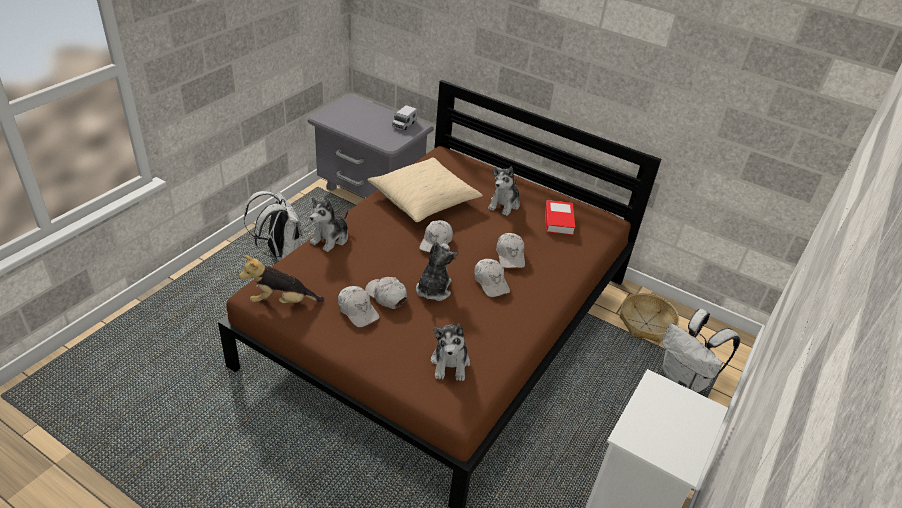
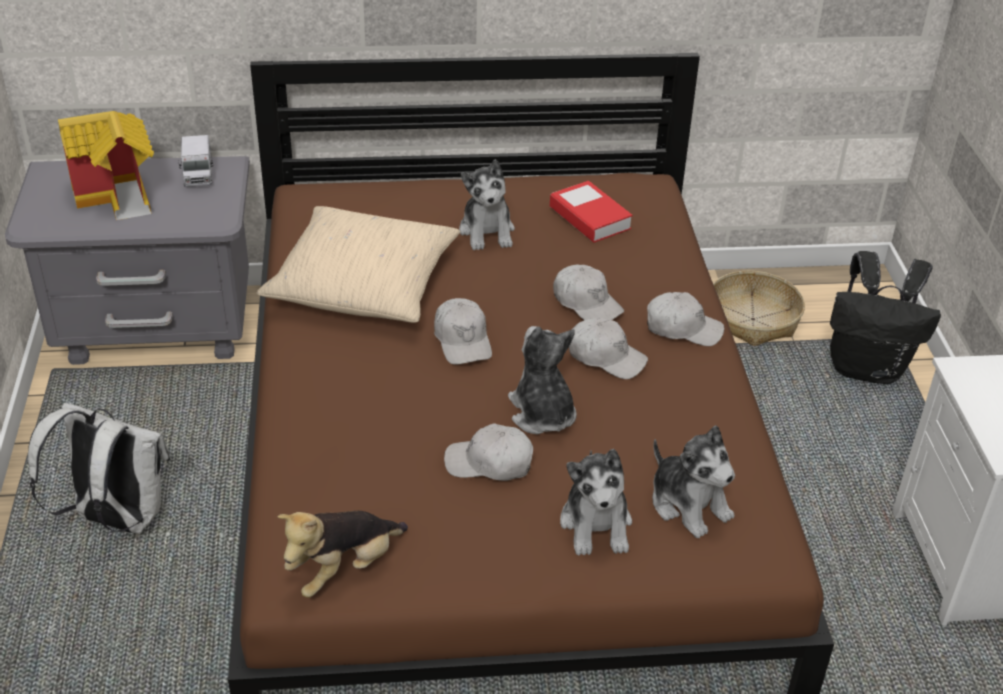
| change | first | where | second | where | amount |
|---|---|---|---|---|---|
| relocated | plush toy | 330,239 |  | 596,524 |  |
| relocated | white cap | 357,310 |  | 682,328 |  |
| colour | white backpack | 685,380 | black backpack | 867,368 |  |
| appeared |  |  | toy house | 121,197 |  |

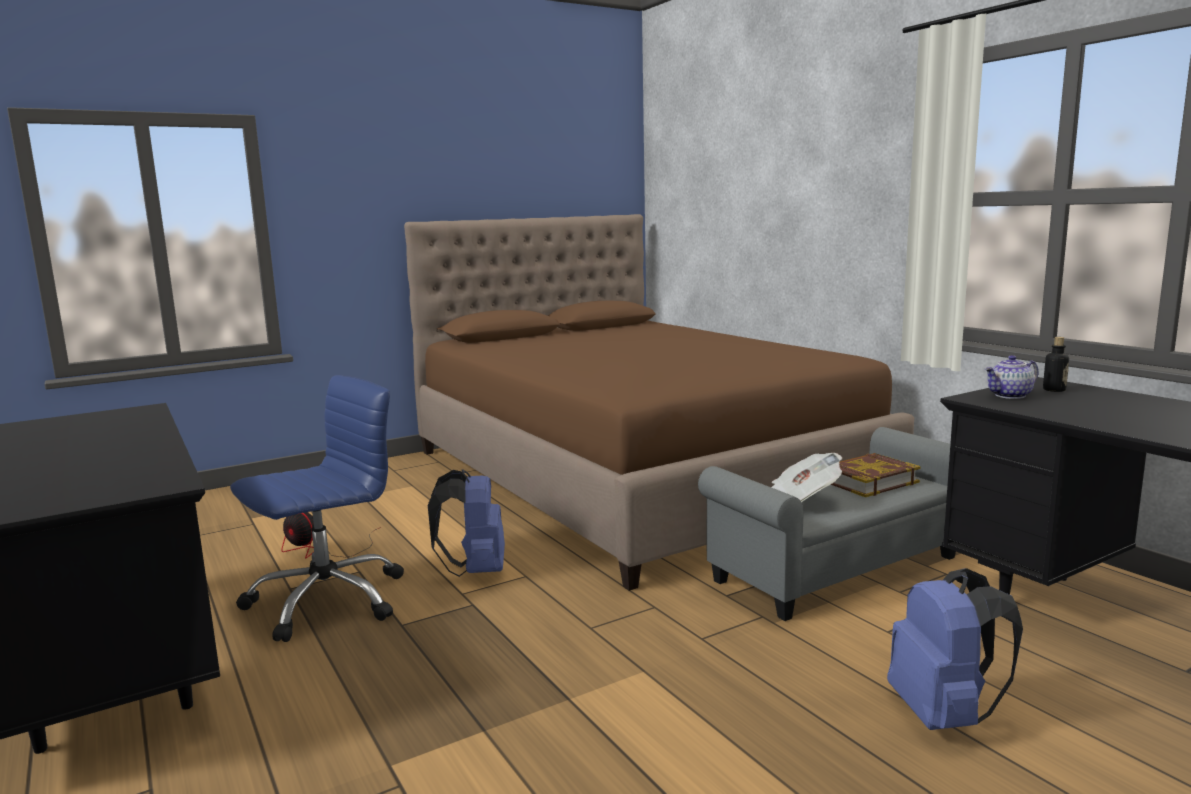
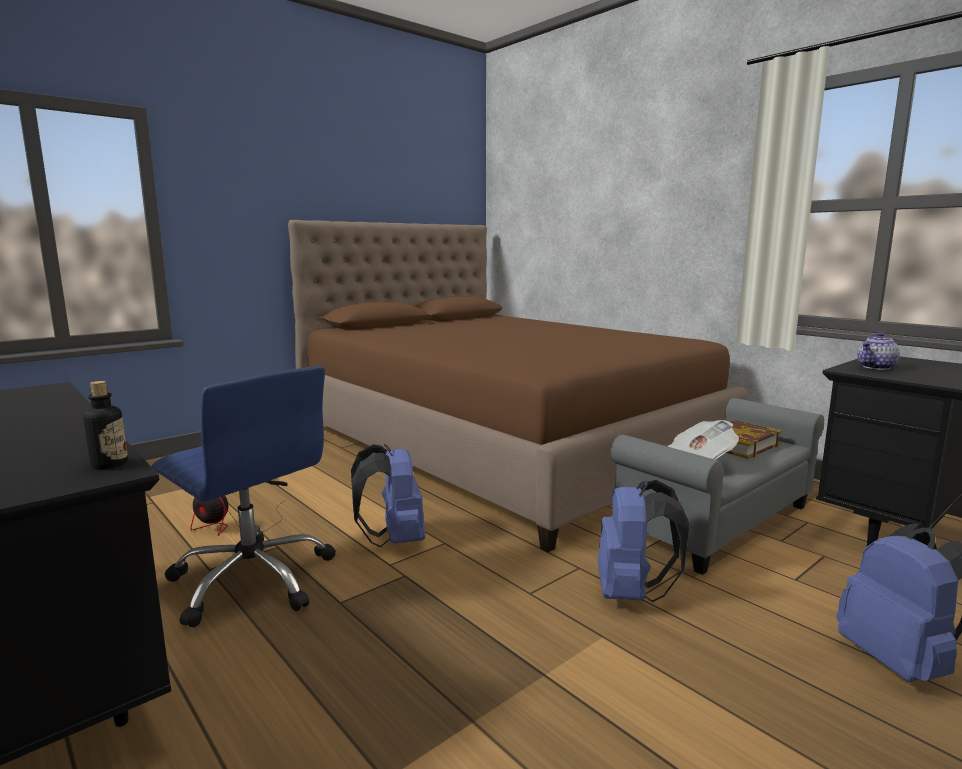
| change | first | where | second | where | amount |
|---|---|---|---|---|---|
| relocated | bottle | 1054,390 |  | 109,464 |  |
| spun | blue office chair | 327,600 |  | 253,580 | 90 degrees clockwise |
| appeared |  |  | blue backpack | 632,593 |  |

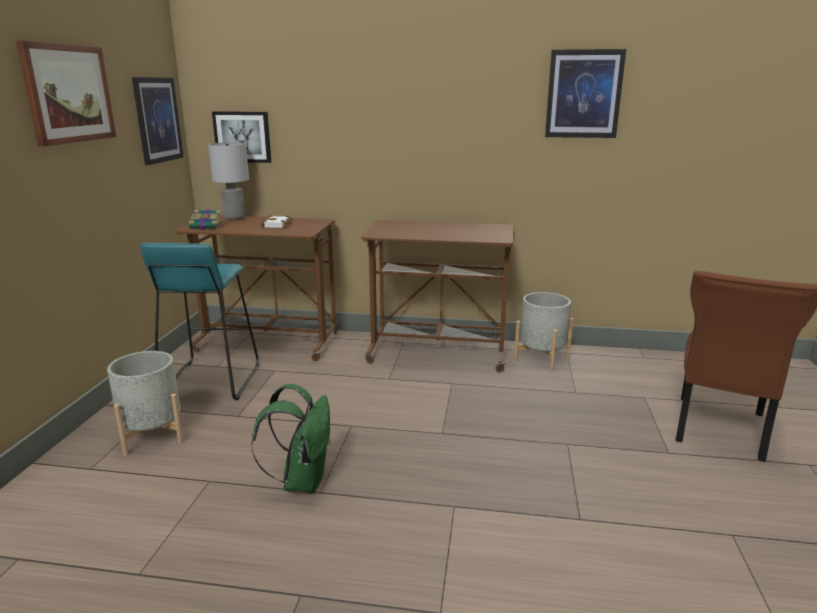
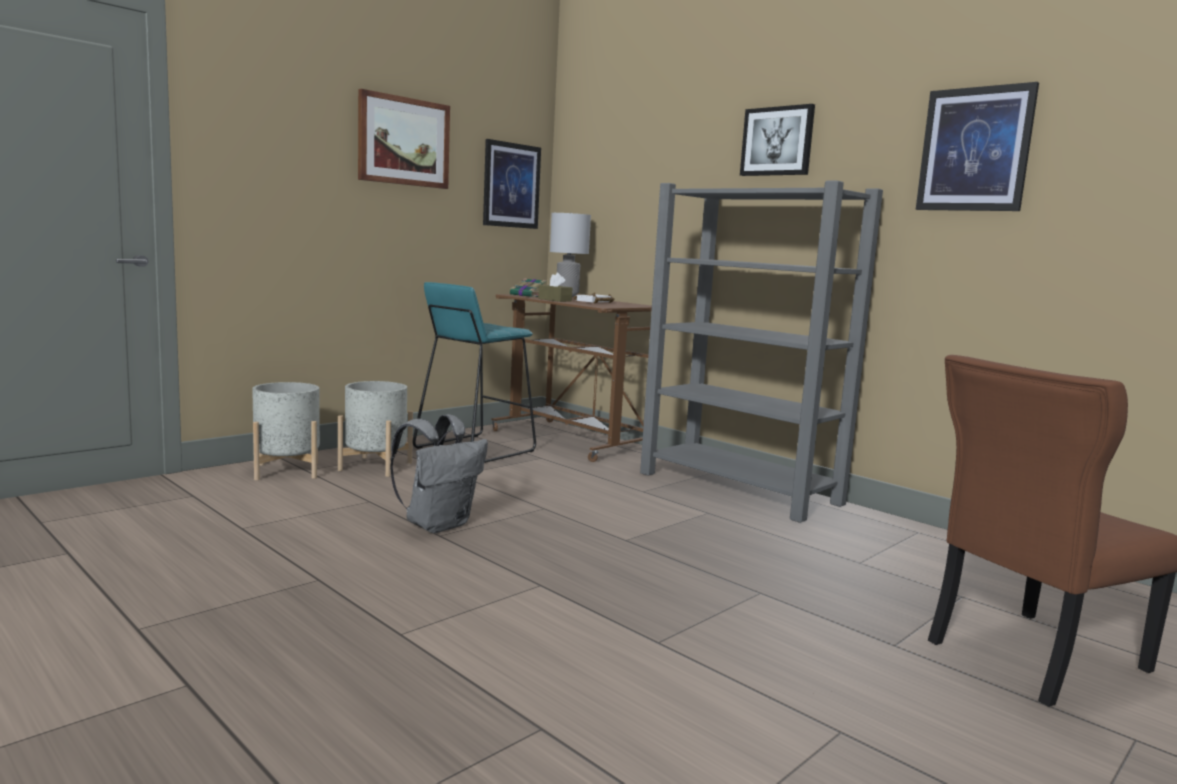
| change | first | where | second | where | amount |
|---|---|---|---|---|---|
| relocated | picture | 242,137 |  | 777,141 |  |
| exchanged | brown desk | 438,351 | grey bookcase | 739,488 |  |
| relocated | grey planter | 541,358 |  | 287,471 |  |
| colour | green backpack | 302,480 | grey backpack | 438,524 |  |
| appeared |  |  | brown tissue box | 554,300 |  |

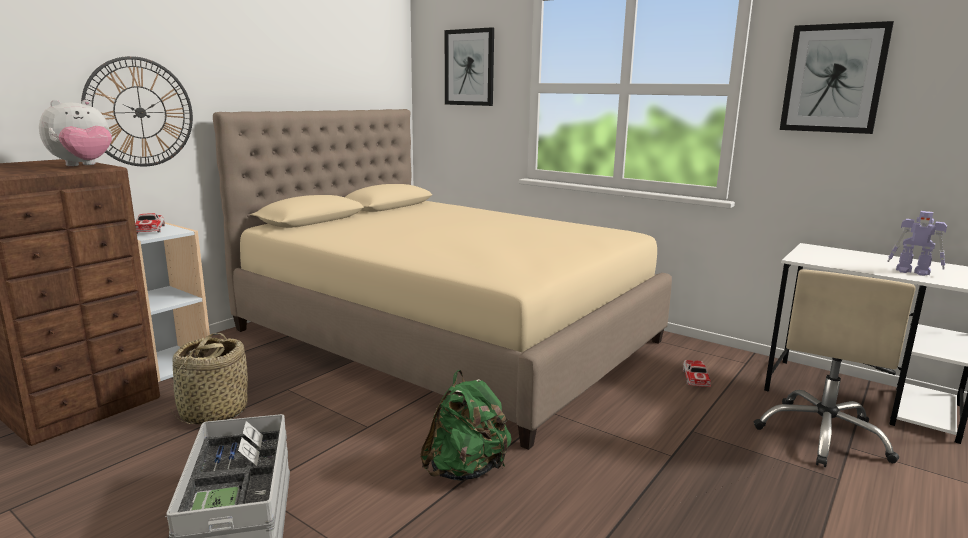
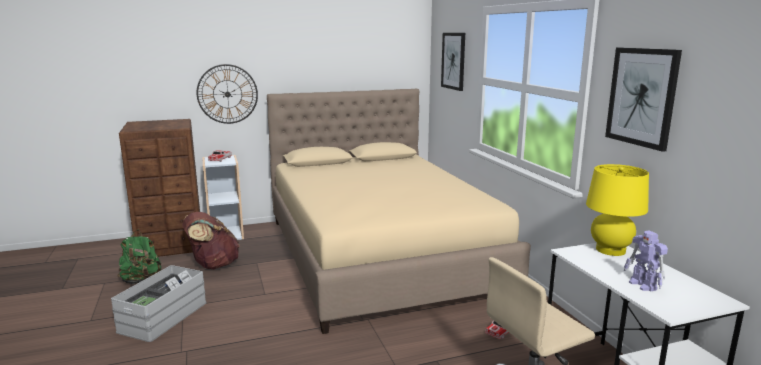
| change | first | where | second | where | amount |
|---|---|---|---|---|---|
| missing | plush toy | 83,166 |  |  |  |
| exchanged | basket | 213,412 | brown backpack | 213,265 |  |
| relocated | green backpack | 466,470 |  | 142,281 |  |
| appeared |  |  | yellow table lamp | 610,250 |  |

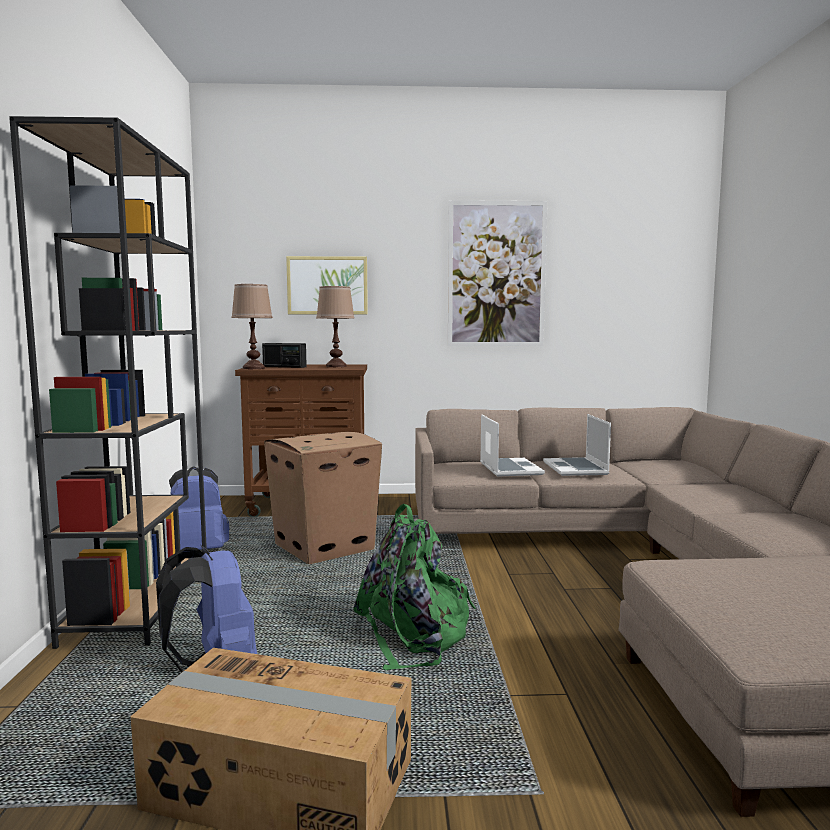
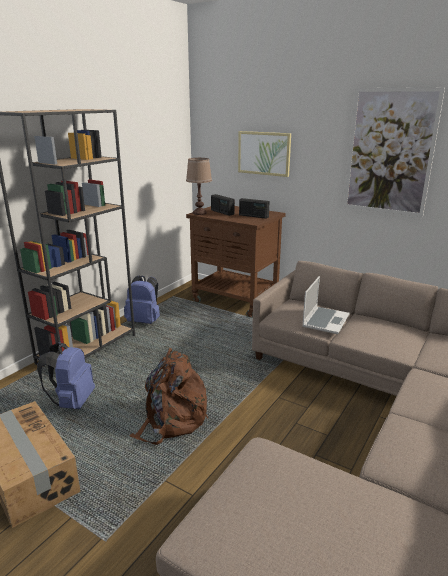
| change | first | where | second | where | amount |
|---|---|---|---|---|---|
| exchanged | brown table lamp | 336,366 | radio | 253,216 |  |
| missing | laptop | 576,468 |  |  |  |
| missing | cardboard box | 325,547 |  |  |  |
| colour | green backpack | 414,634 | brown backpack | 172,419 |  |

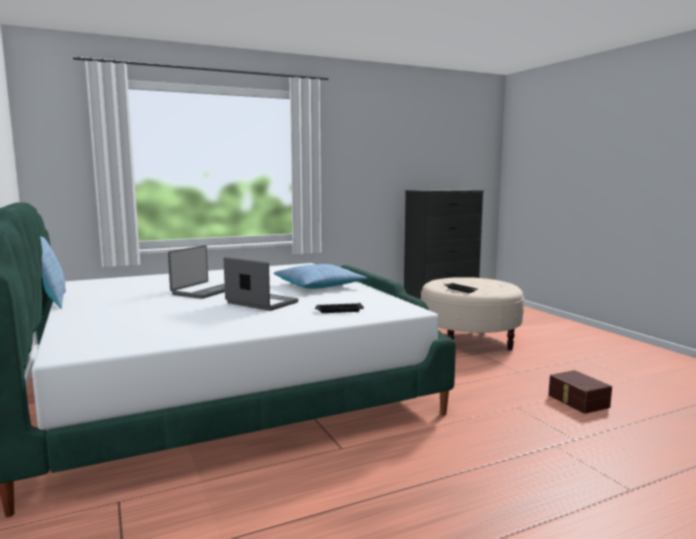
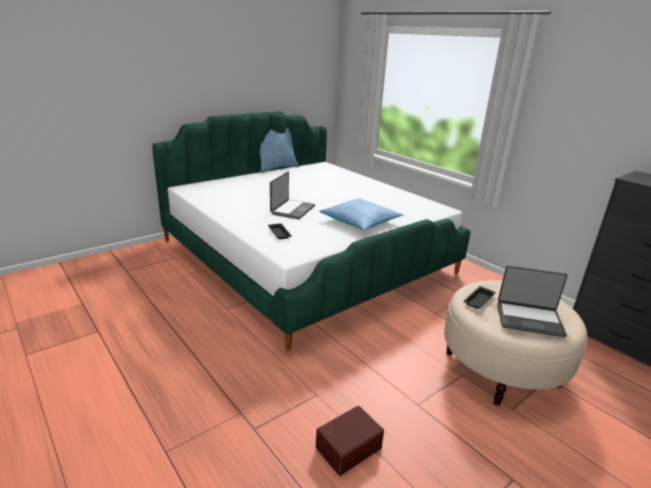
| change | first | where | second | where | amount |
|---|---|---|---|---|---|
| relocated | laptop | 203,291 |  | 529,319 |  |

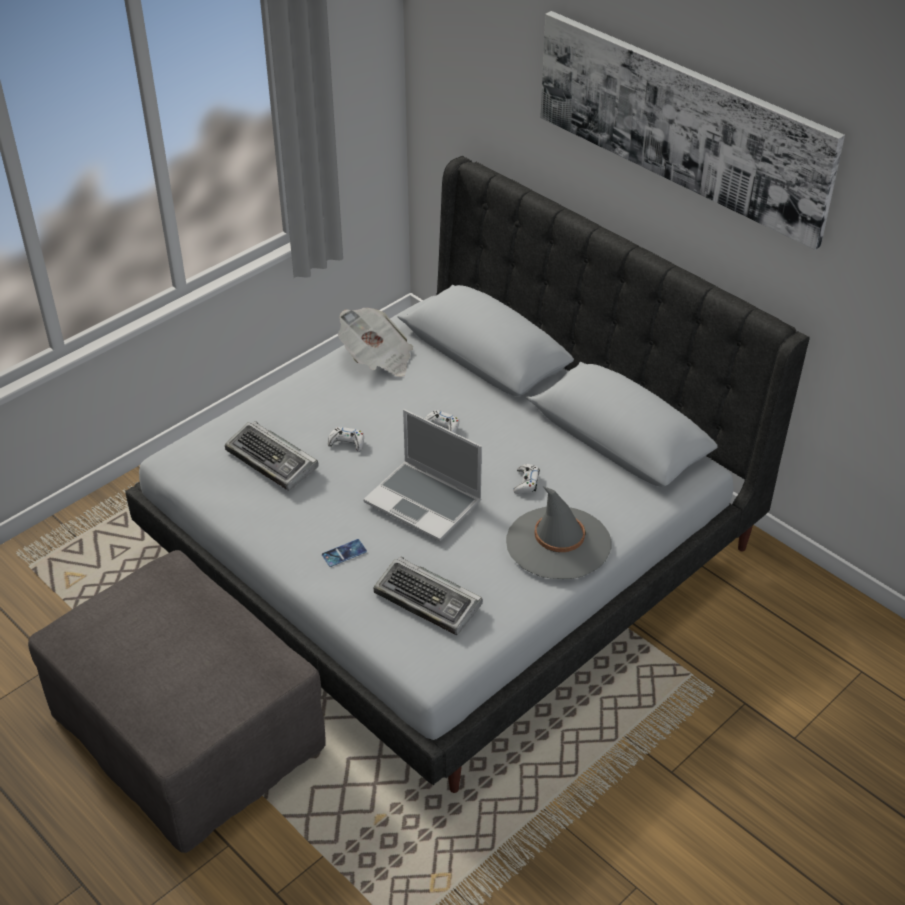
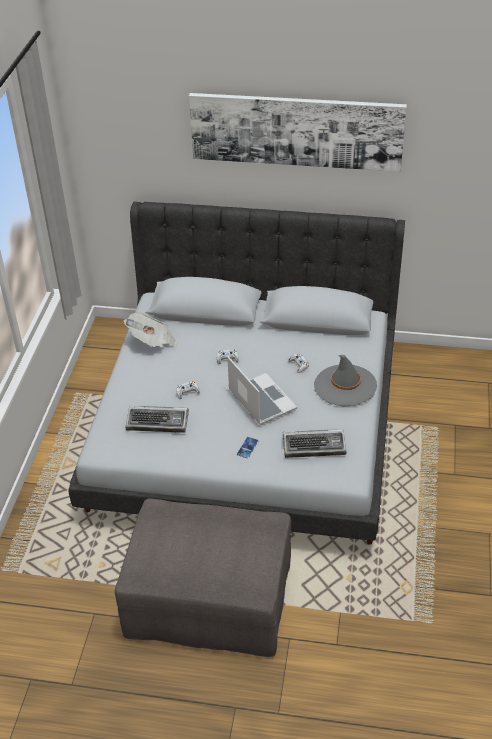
| change | first | where | second | where | amount |
|---|---|---|---|---|---|
| spun | laptop | 425,502 |  | 260,400 | 120 degrees counterclockwise |

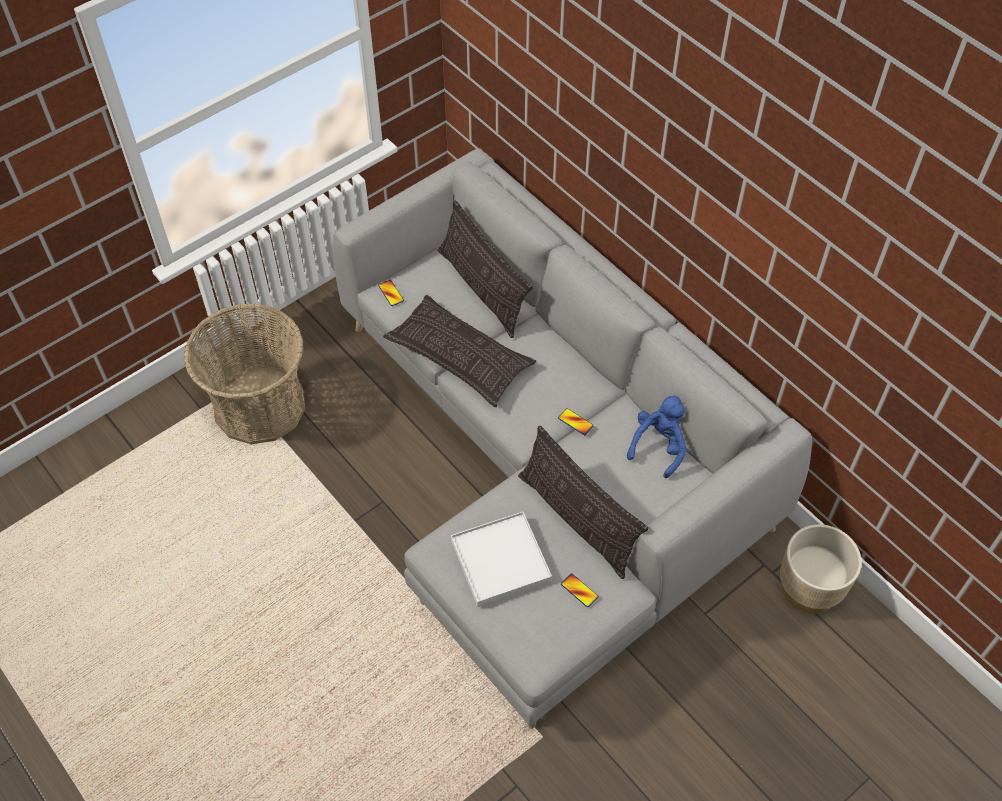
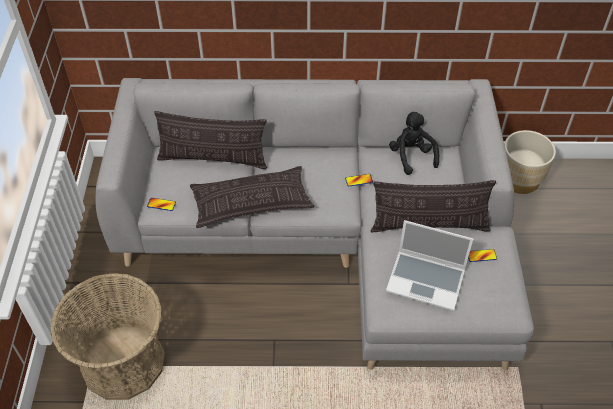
| change | first | where | second | where | amount |
|---|---|---|---|---|---|
| colour | blue plush toy | 659,446 | black plush toy | 411,156 |  |
| exchanged | white tray | 501,561 | laptop | 426,280 |  |

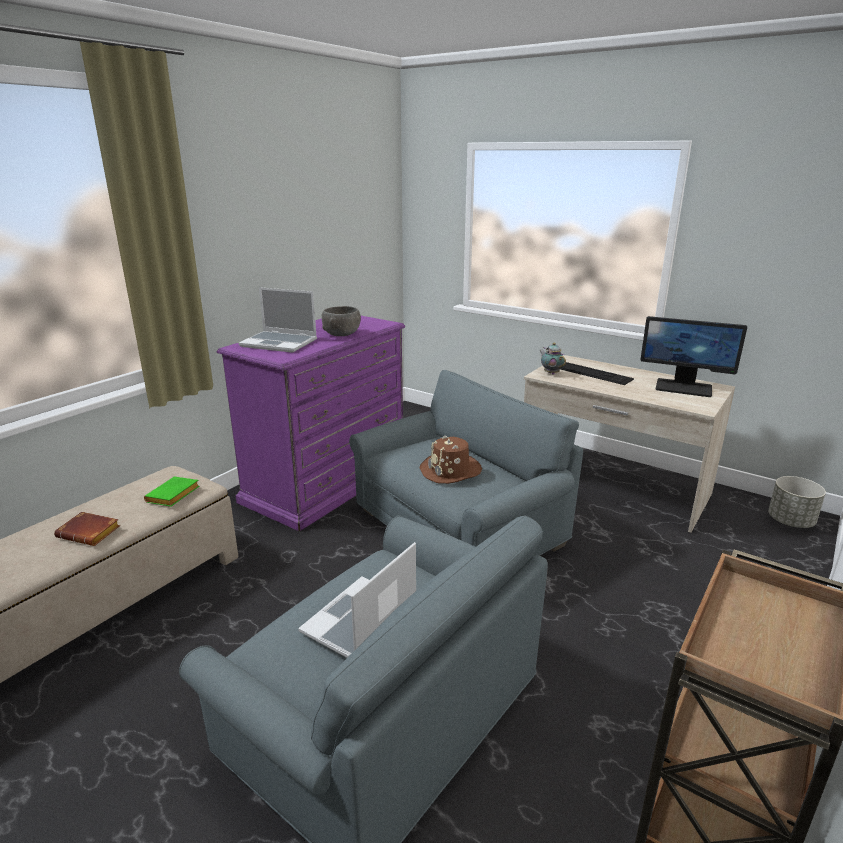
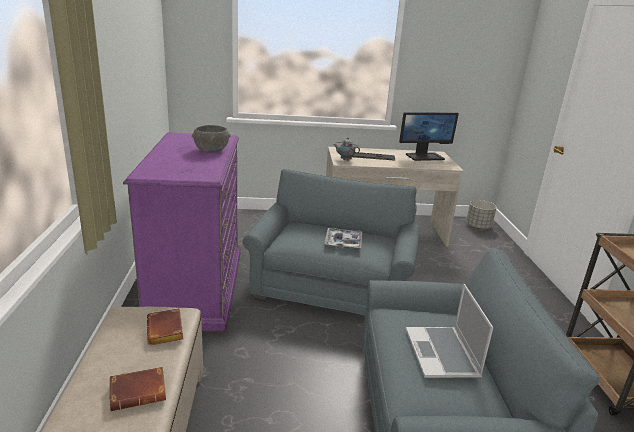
| change | first | where | second | where | amount |
|---|---|---|---|---|---|
| missing | laptop | 280,343 |  |  |  |
| exchanged | brown hat | 451,470 | tray | 343,242 |  |
| colour | green book | 173,496 | brown book | 166,331 |  |

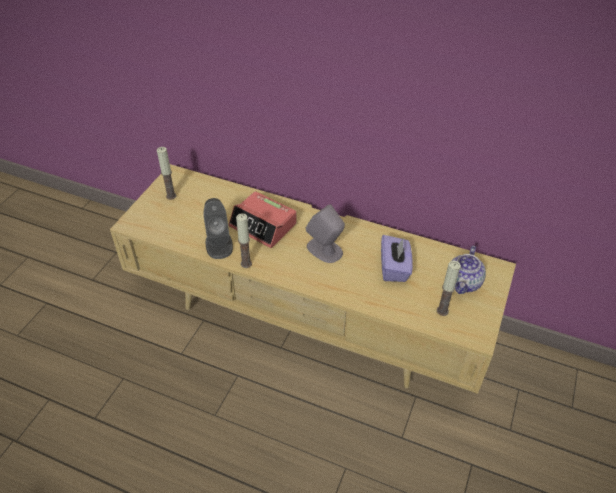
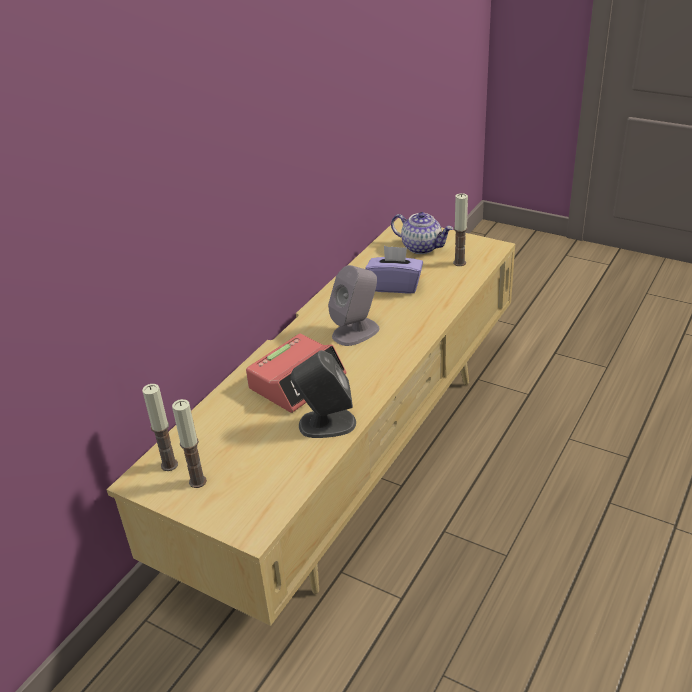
| change | first | where | second | where | amount |
|---|---|---|---|---|---|
| relocated | candle | 246,263 |  | 169,465 |  |

